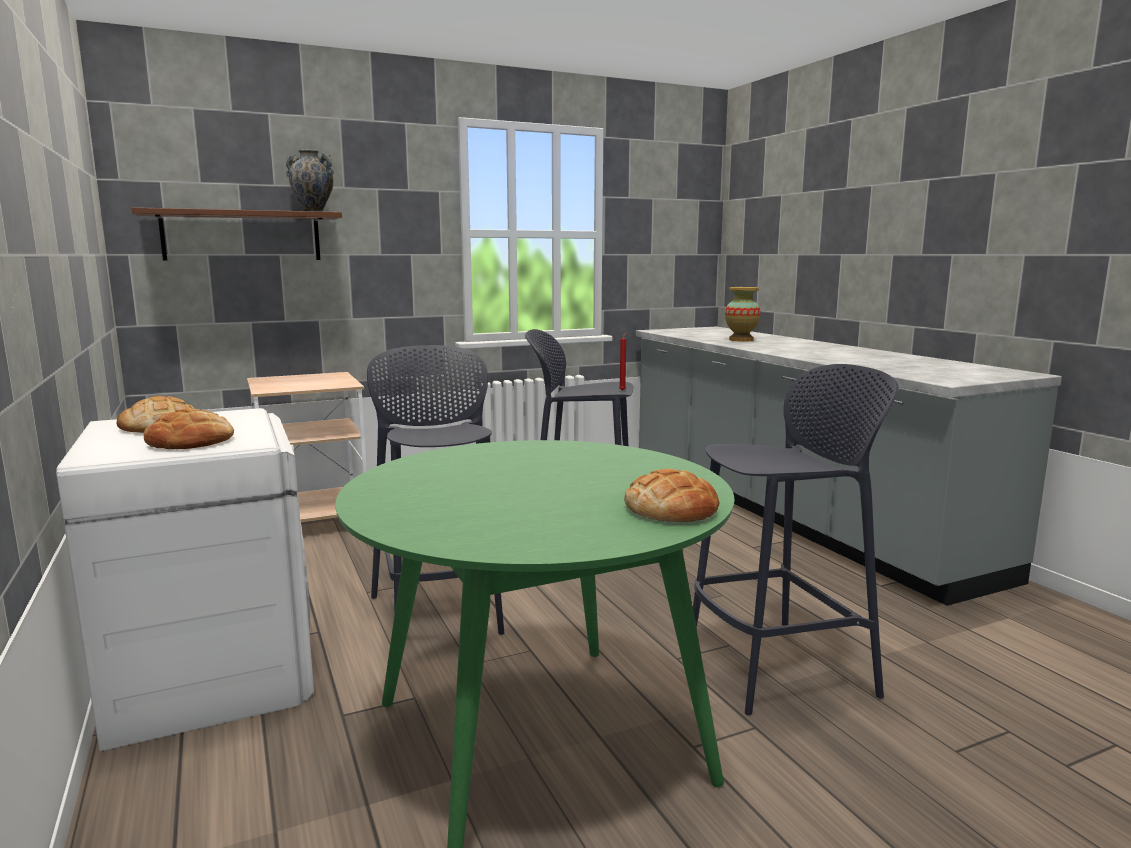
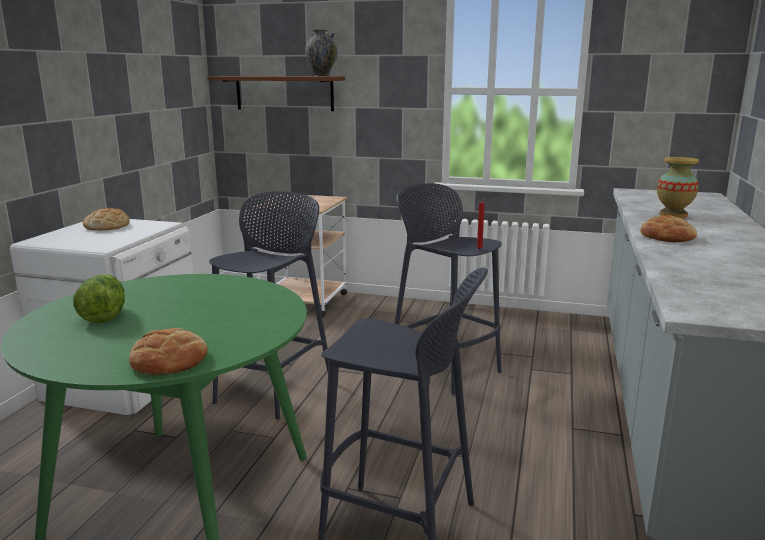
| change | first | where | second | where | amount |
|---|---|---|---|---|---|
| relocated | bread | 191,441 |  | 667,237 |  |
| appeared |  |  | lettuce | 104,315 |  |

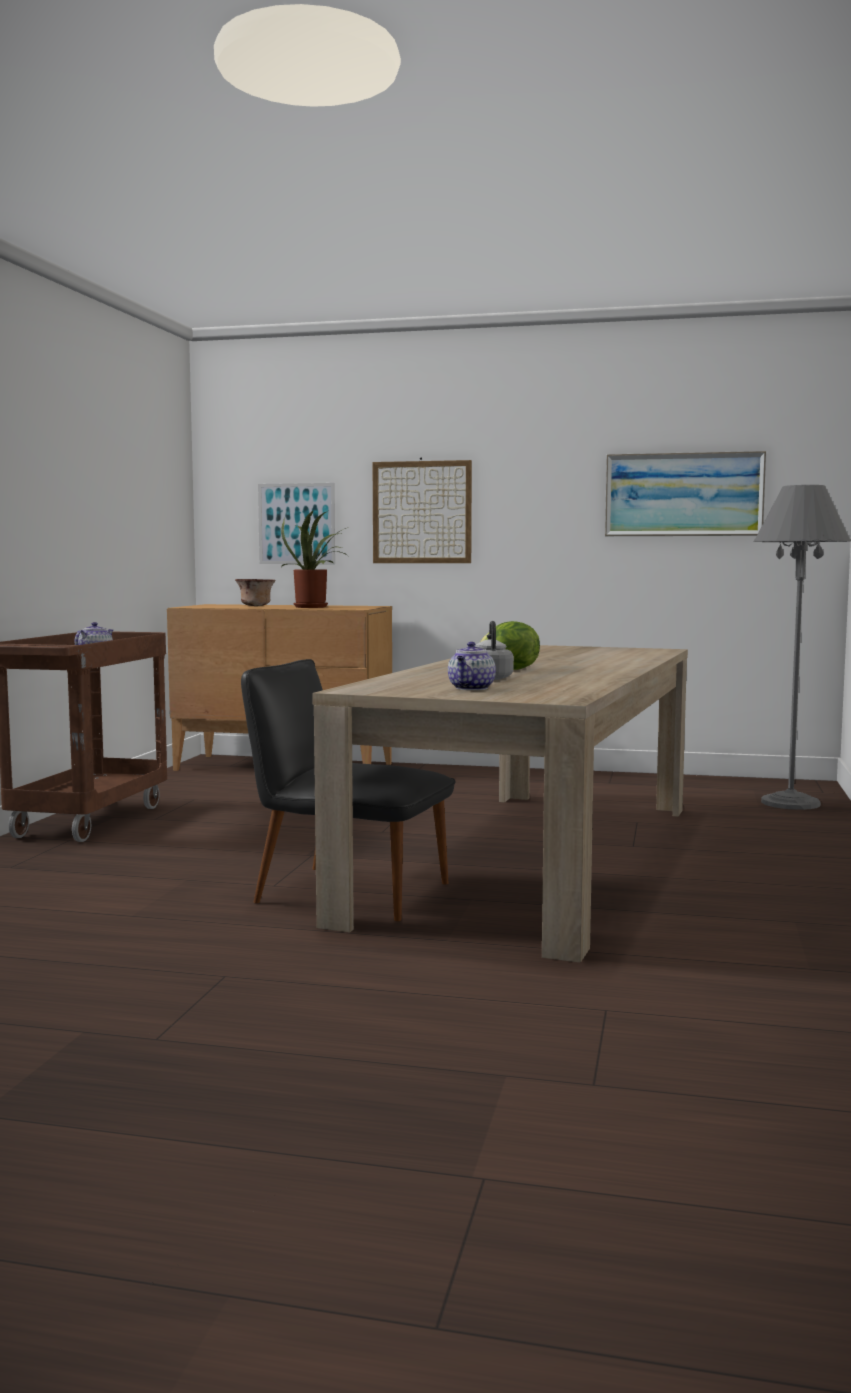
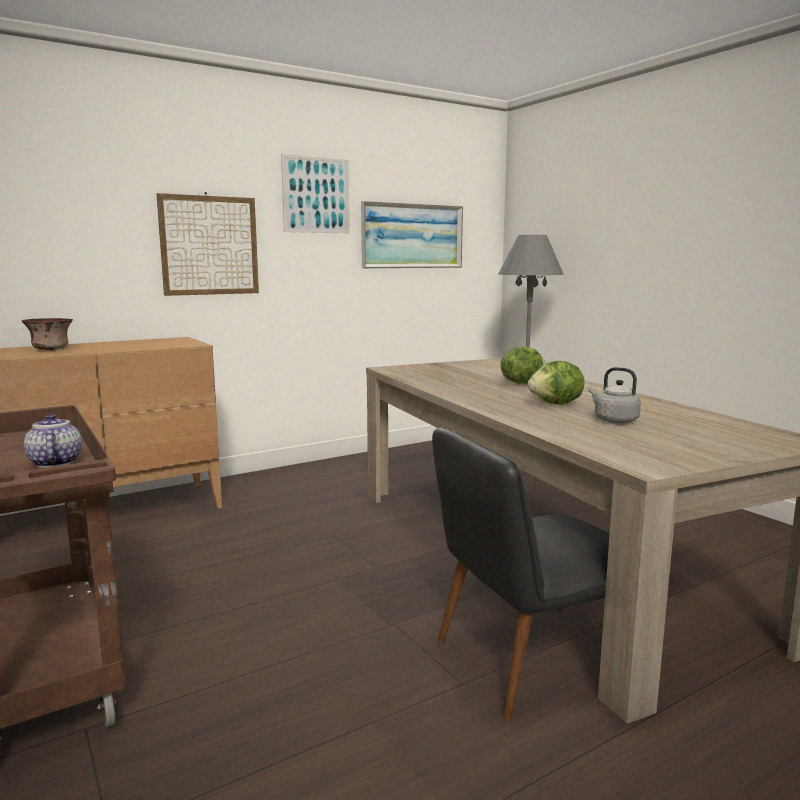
| change | first | where | second | where | amount |
|---|---|---|---|---|---|
| relocated | picture | 296,523 |  | 316,195 |  |
| missing | potted plant | 314,607 |  |  |  |
| missing | teapot | 471,688 |  |  |  |
| appeared |  |  | lettuce | 521,383 |  |

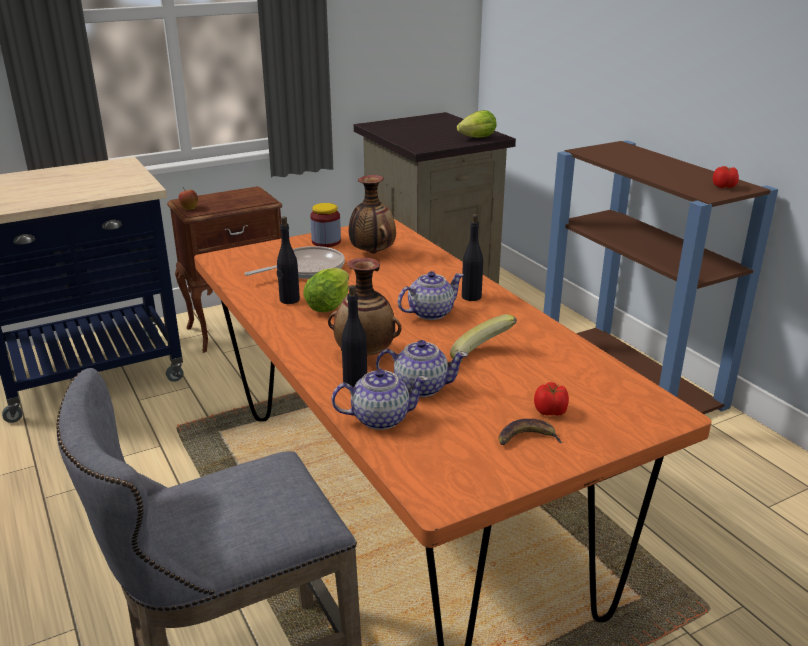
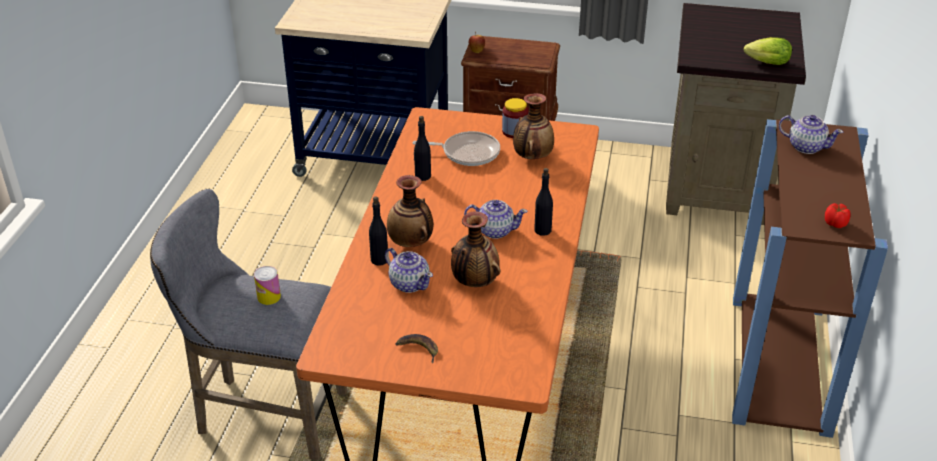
| change | first | where | second | where | amount |
|---|---|---|---|---|---|
| missing | lettuce | 330,304 |  |  |  |
| exchanged | banana | 481,358 | vase | 474,282 |  |
| relocated | teapot | 379,418 |  | 806,146 |  |
| missing | tomato | 551,411 |  |  |  |
| appeared |  |  | can | 269,297 |  |

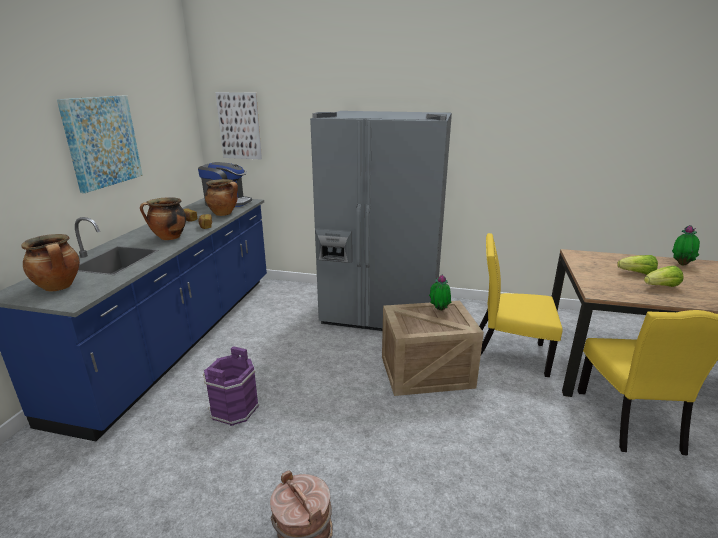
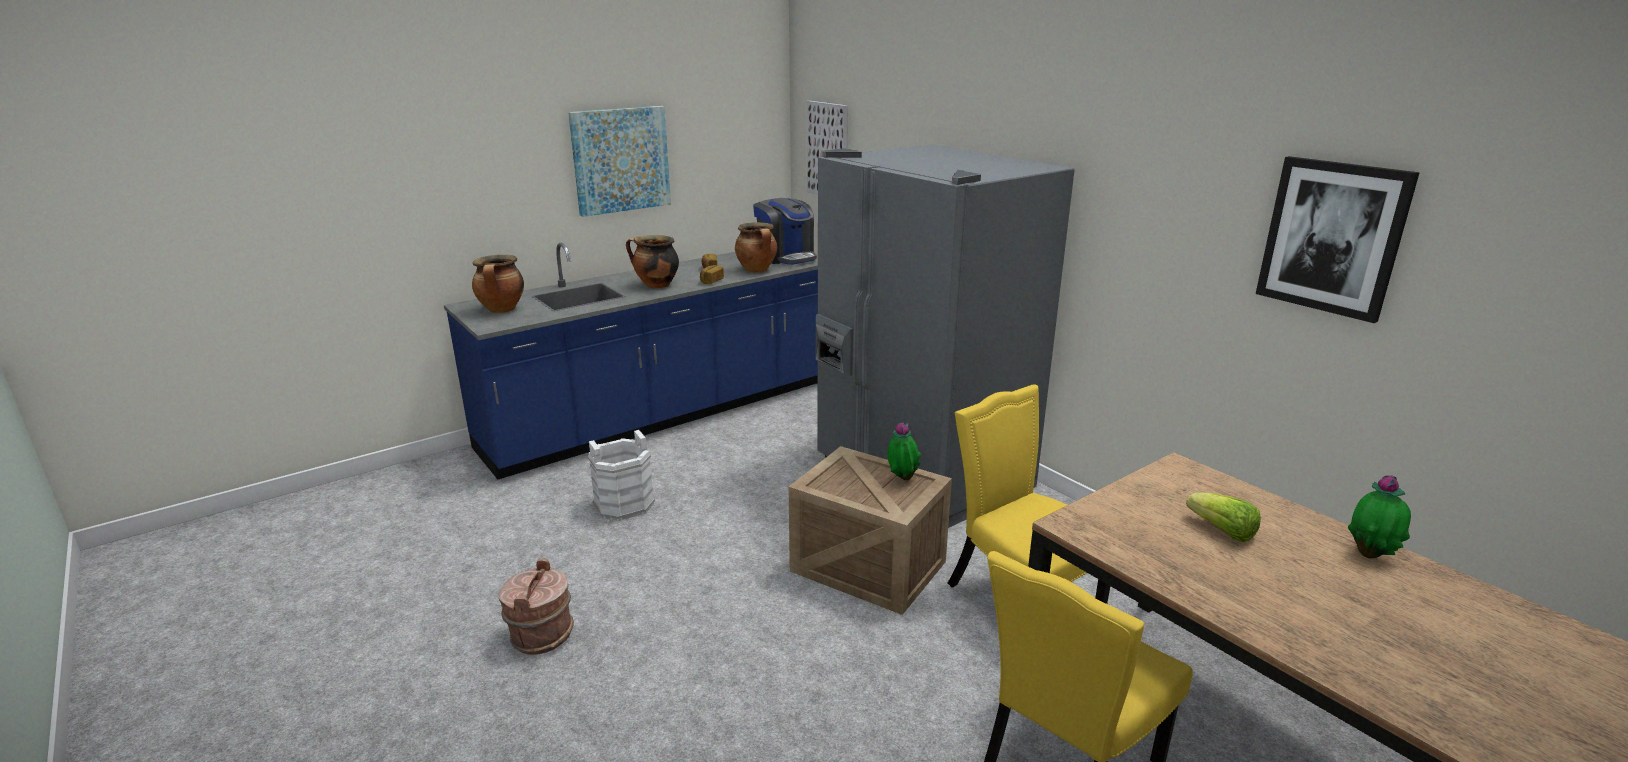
| change | first | where | second | where | amount |
|---|---|---|---|---|---|
| missing | lettuce | 661,287 |  |  |  |
| colour | purple bucket | 234,408 | white bucket | 624,505 |  |
| appeared |  |  | picture | 1332,237 |  |

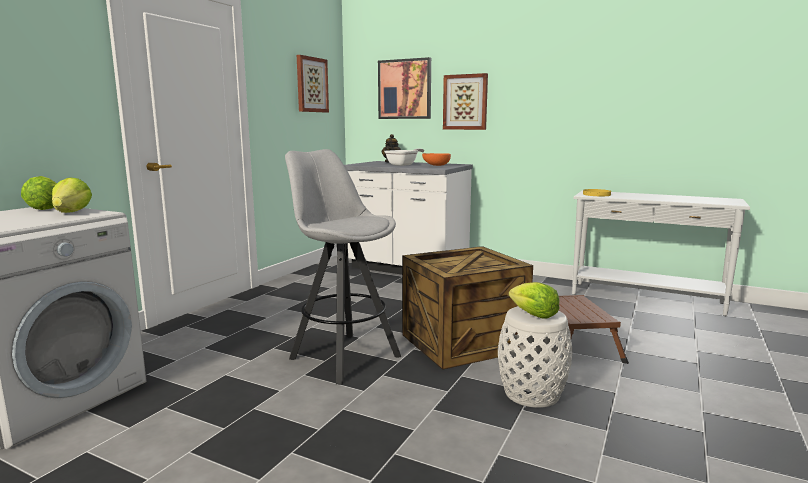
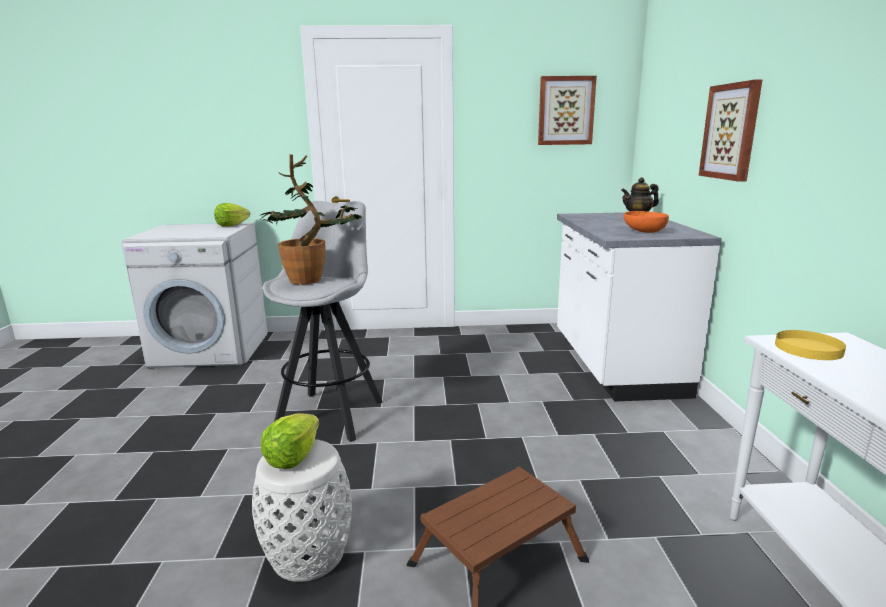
| change | first | where | second | where | amount |
|---|---|---|---|---|---|
| missing | picture | 405,89 |  |  |  |
| missing | frying pan | 404,164 |  |  |  |
| missing | lettuce | 71,212 |  |  |  |
| missing | crate | 462,342 |  |  |  |
| appeared |  |  | potted plant | 314,279 |  |

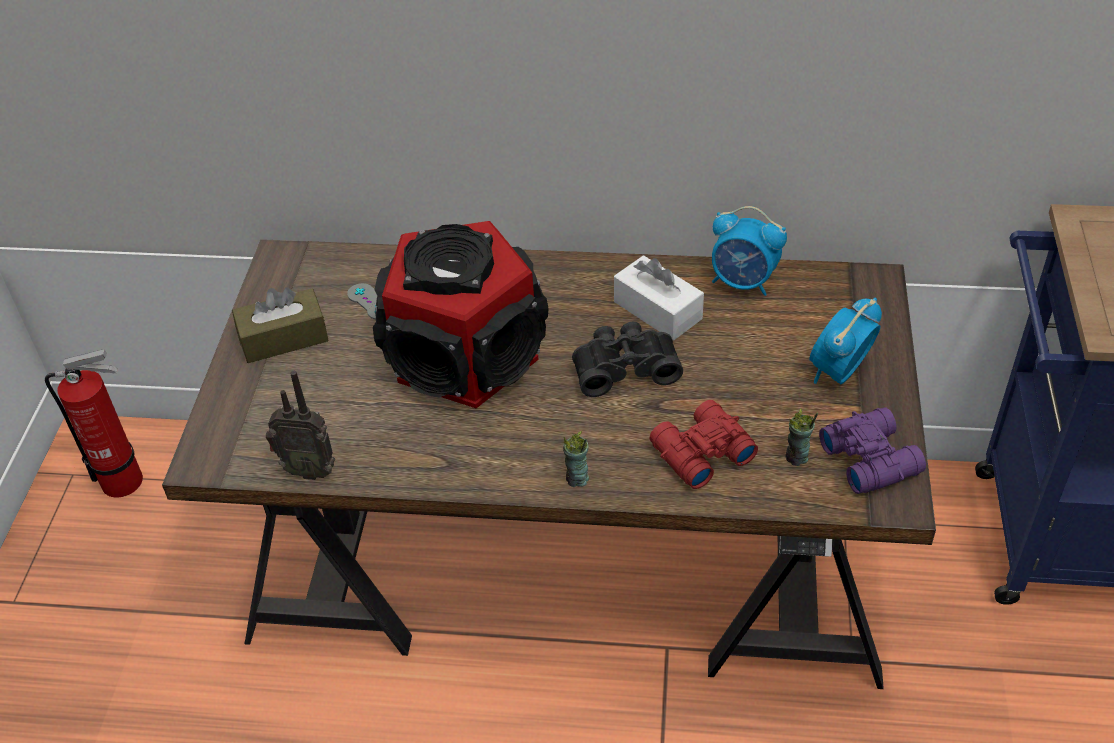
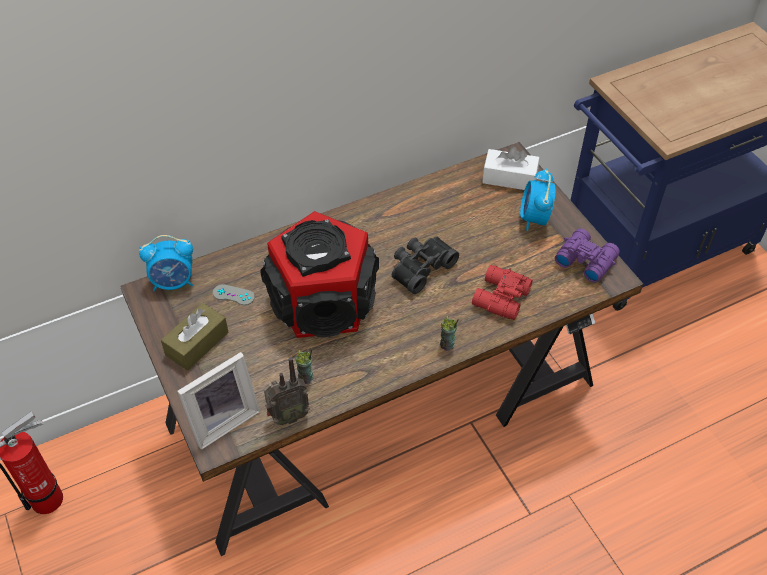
| change | first | where | second | where | amount |
|---|---|---|---|---|---|
| relocated | alarm clock | 743,282 |  | 174,282 |  |
| relocated | white tissue box | 657,310 |  | 509,178 |  |
| relocated | cup | 796,457 |  | 306,378 |  |
| appeared |  |  | picture frame | 222,420 |  |

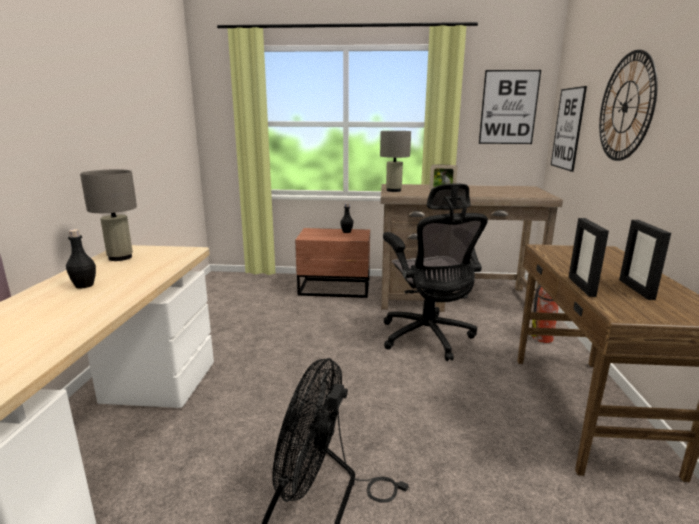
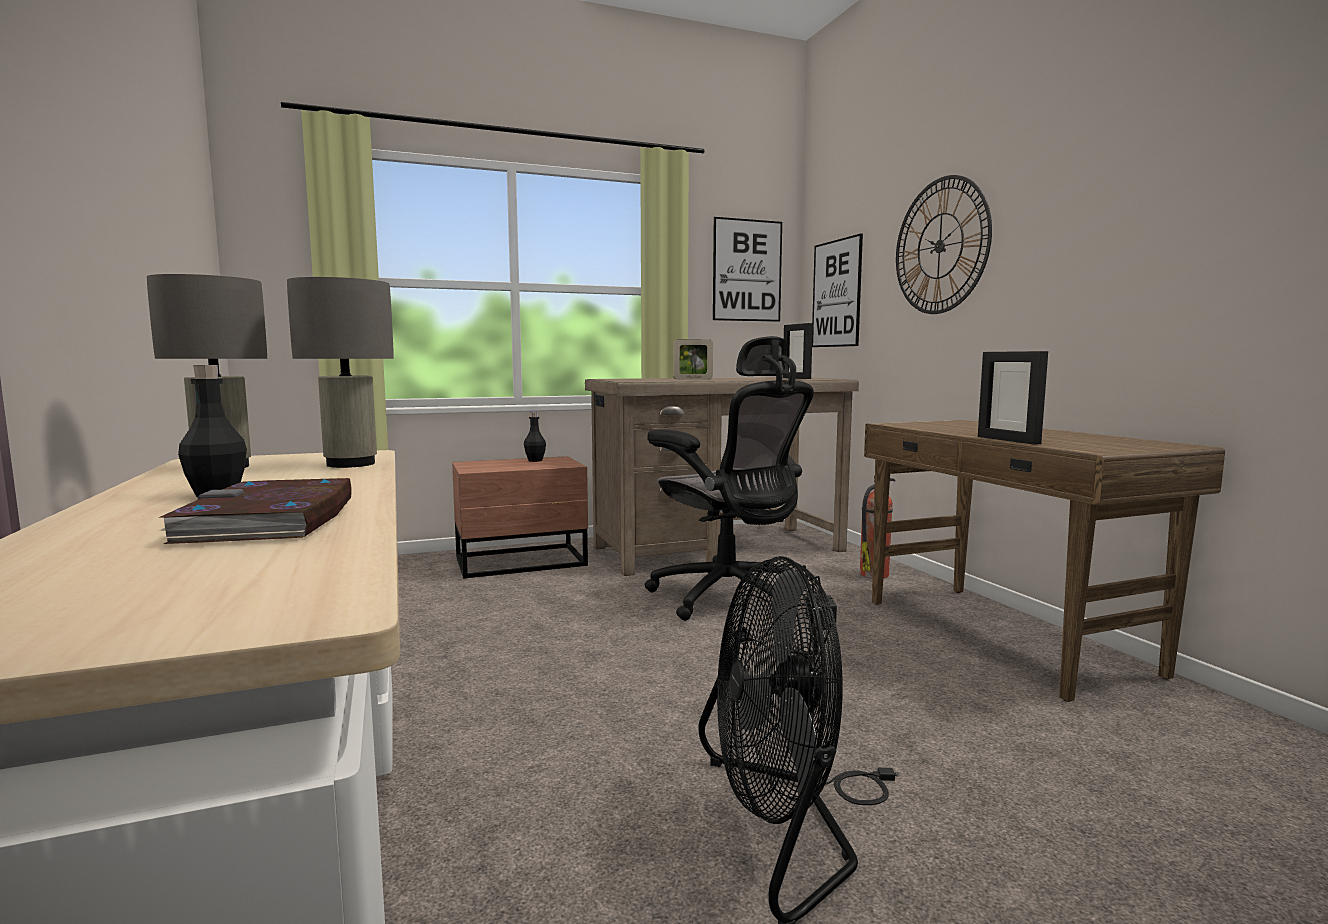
| change | first | where | second | where | amount |
|---|---|---|---|---|---|
| relocated | grey table lamp | 393,190 |  | 350,464 |  |
| relocated | picture frame | 637,289 |  | 797,378 |  |
| appeared |  |  | book | 272,520 |  |

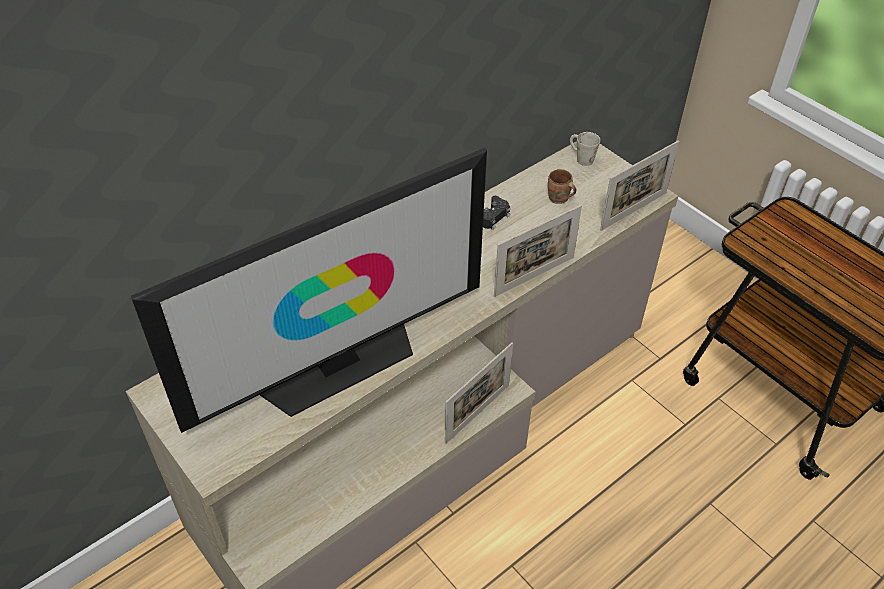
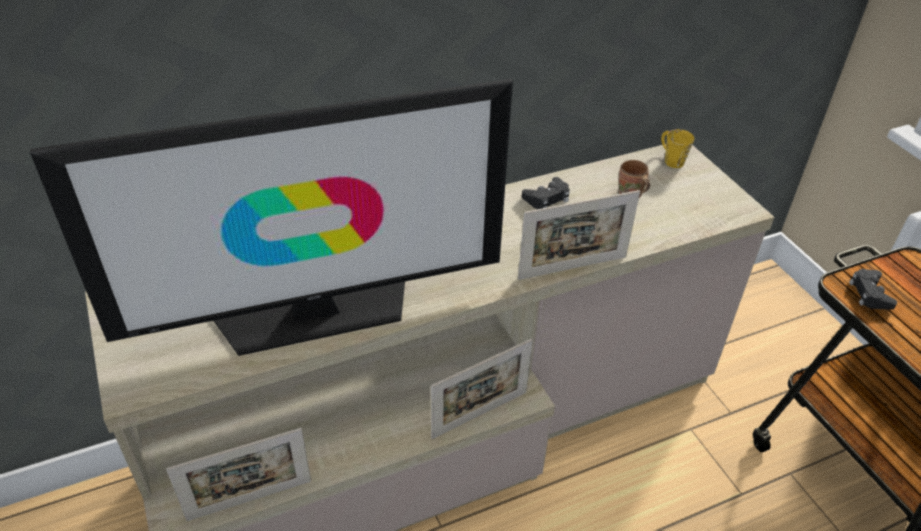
| change | first | where | second | where | amount |
|---|---|---|---|---|---|
| colour | white mug | 580,158 | yellow mug | 670,159 |  |
| relocated | picture frame | 633,211 |  | 250,500 |  |
| appeared |  |  | black game controller | 869,294 |  |

